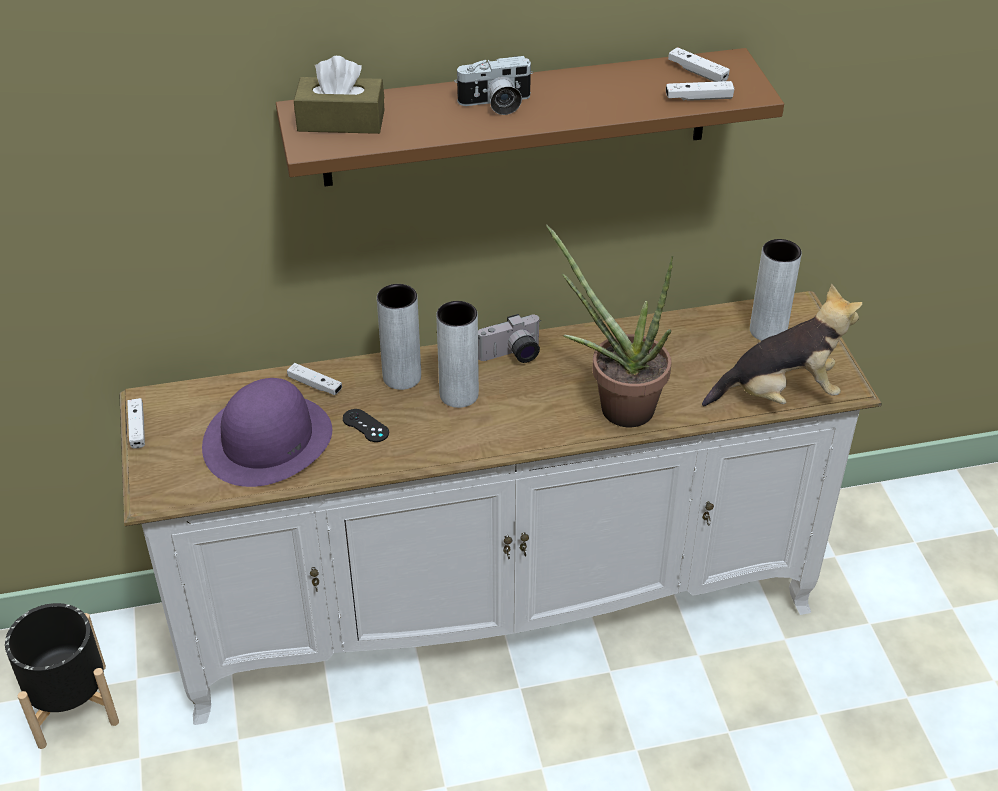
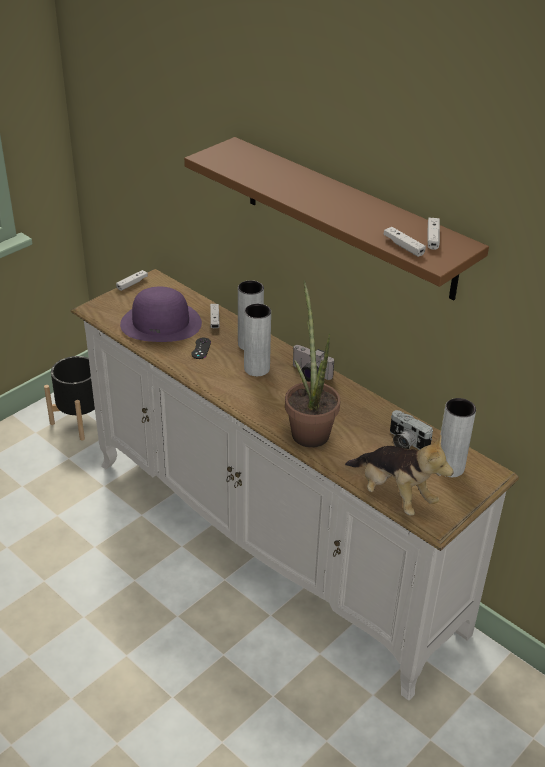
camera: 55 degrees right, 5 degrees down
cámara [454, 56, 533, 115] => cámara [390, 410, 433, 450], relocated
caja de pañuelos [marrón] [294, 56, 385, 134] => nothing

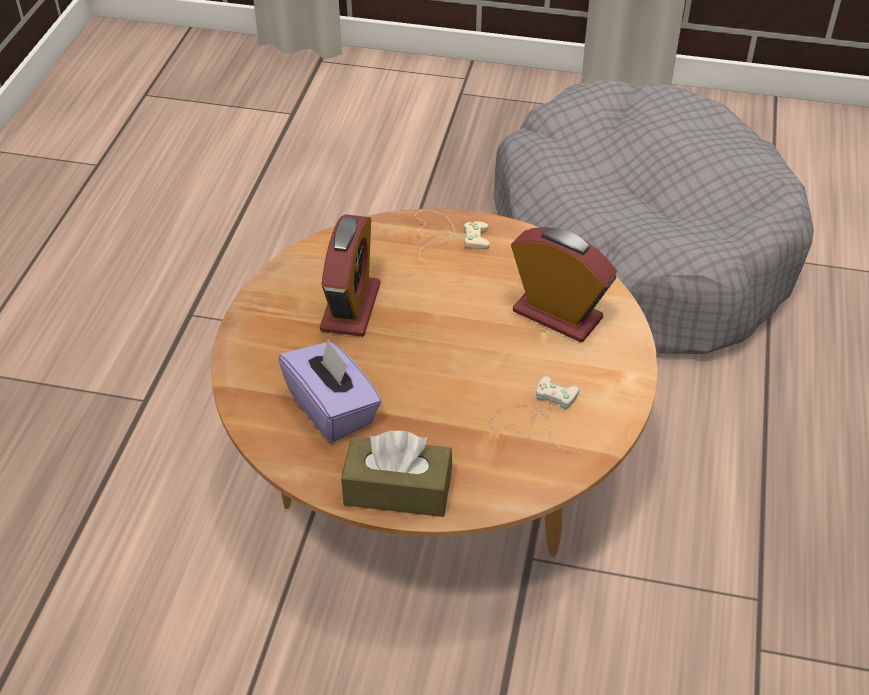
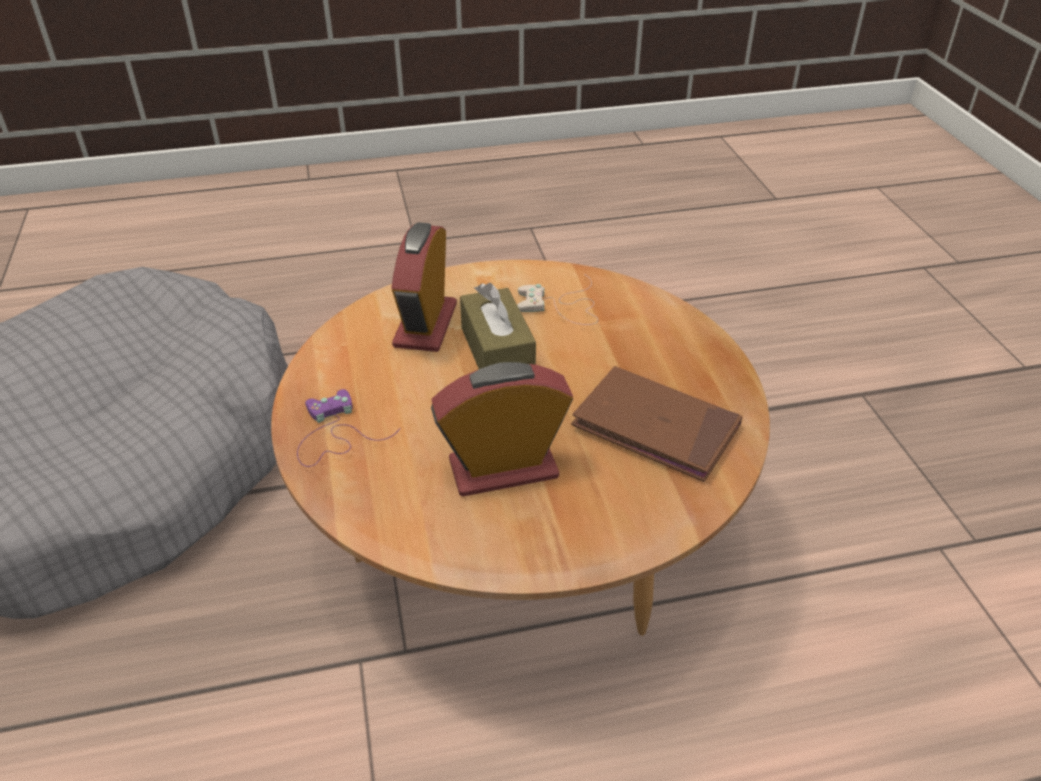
camera: 115 degrees left, 5 degrees down
mando de consola [beis] [415, 210, 490, 263] => mando de consola [morado] [297, 389, 400, 467]
caja de pañuelos [marrón] [341, 431, 452, 517] => caja de pañuelos [marrón] [460, 283, 536, 369], relocated
caja de pañuelos [morado] [278, 339, 382, 443] => libro [marrón] [571, 366, 743, 482]

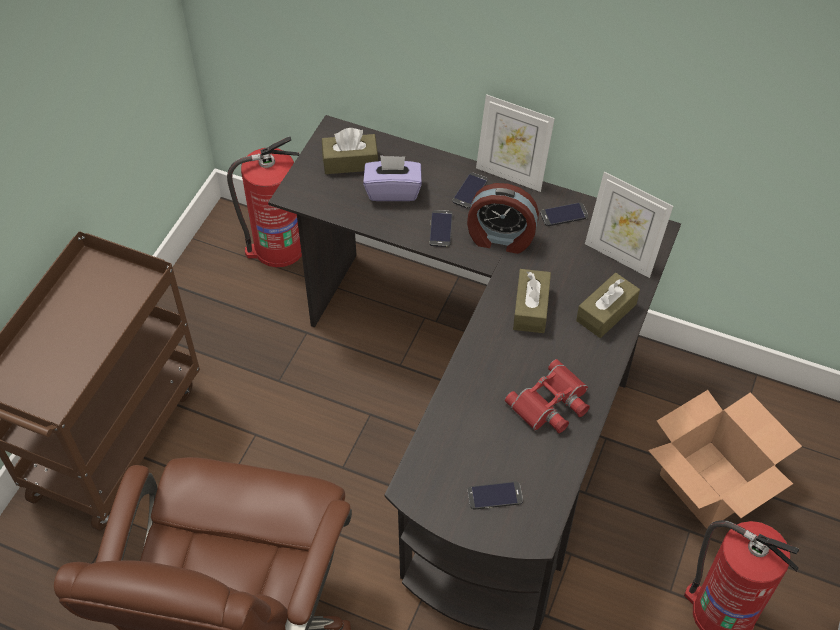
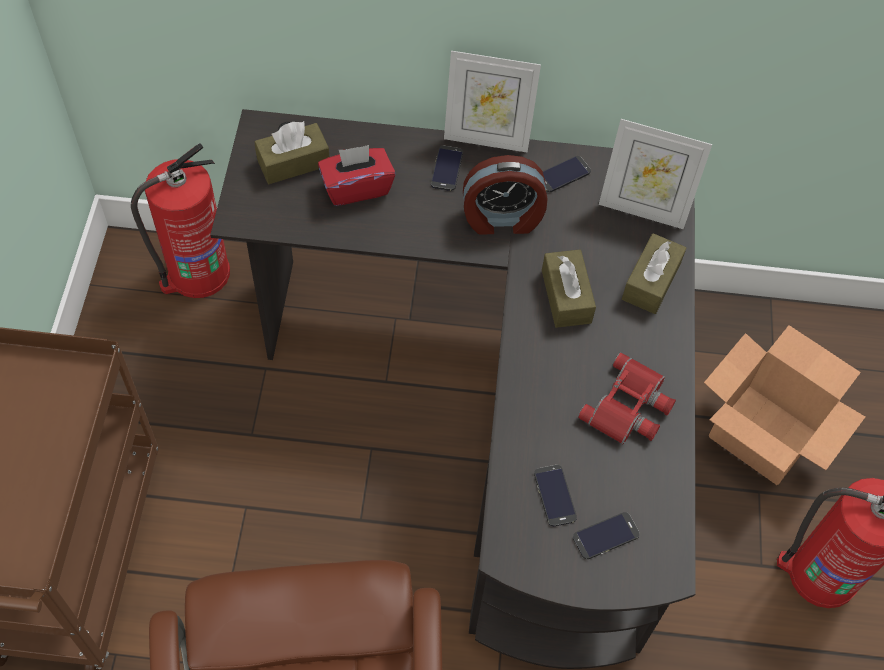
camera: 20 degrees left, 5 degrees up
caja de pañuelos [morado] [363, 155, 422, 201] => caja de pañuelos [rojo] [318, 145, 396, 206]
móvil [429, 210, 453, 247] => móvil [534, 465, 577, 526], relocated

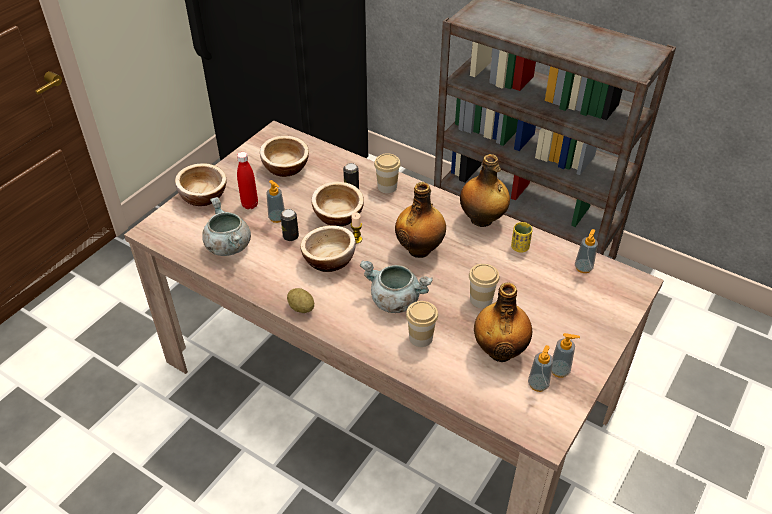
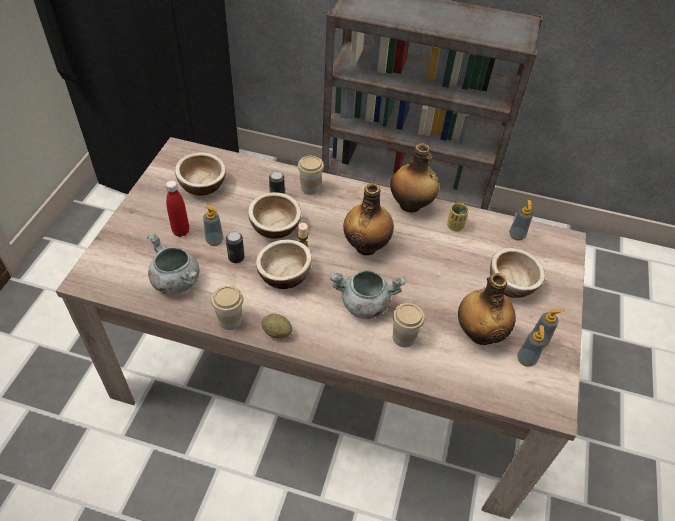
camera: 20 degrees left, 5 degrees up
taza [469, 264, 500, 308] => taza [211, 286, 243, 330], relocated
cuenco [175, 163, 226, 206] => cuenco [490, 248, 545, 298], relocated

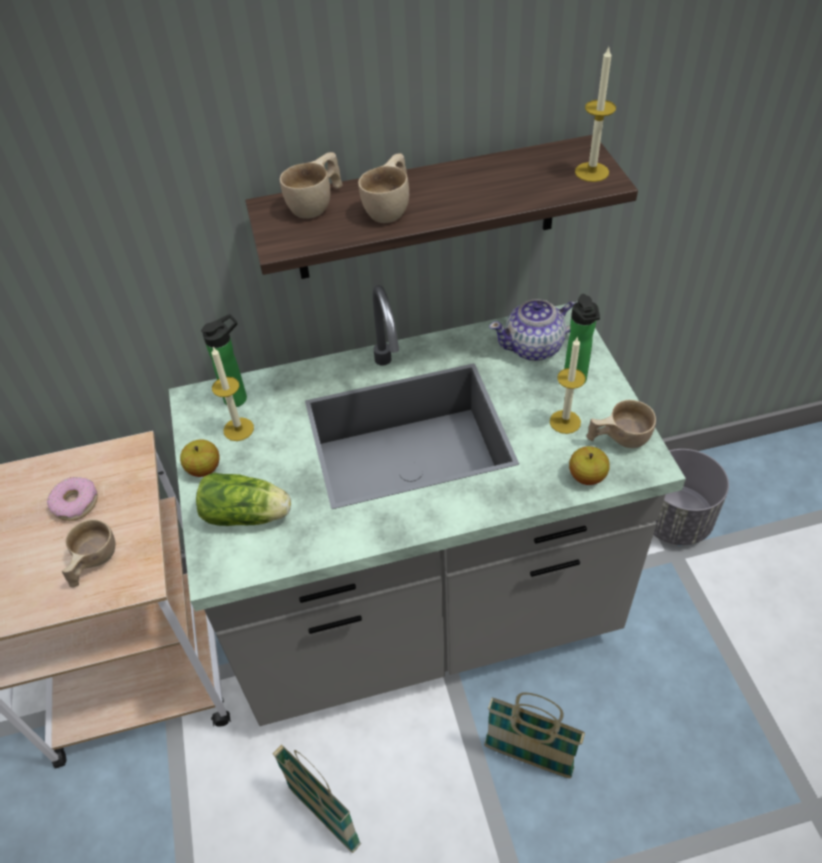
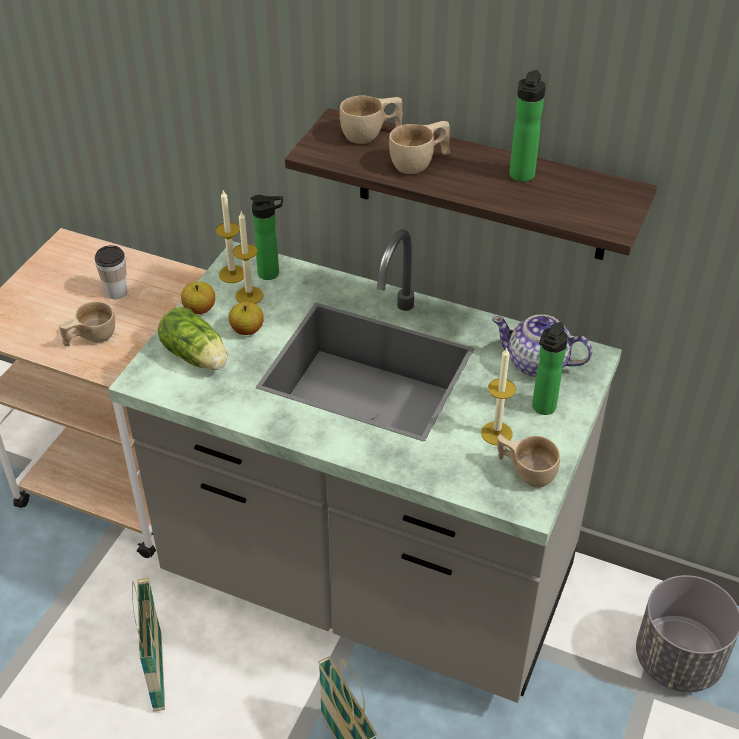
camera: 35 degrees right, 5 degrees down
rosquilla [47, 477, 98, 521] => taza [95, 245, 127, 299]
vela [575, 46, 616, 182] => vela [216, 189, 244, 283], relocated
manzana [569, 446, 610, 485] => manzana [229, 302, 264, 335], relocated
nothing => botella [509, 70, 546, 182]

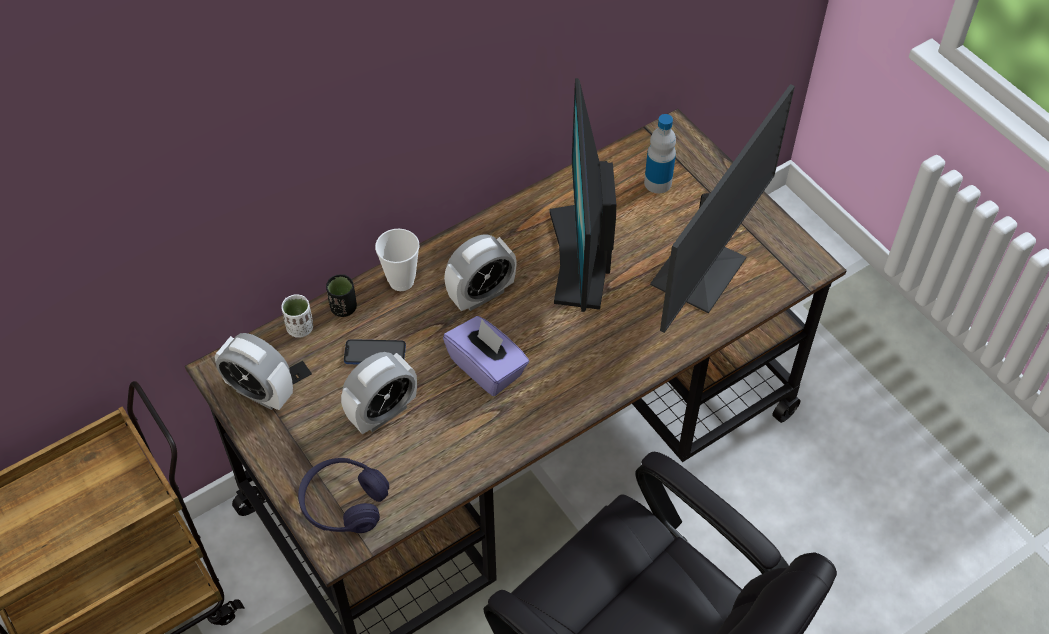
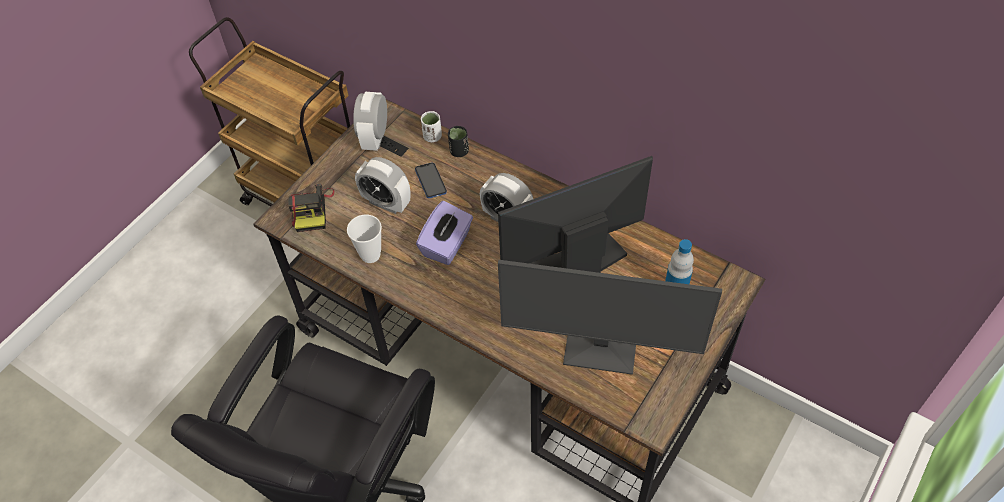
camera: 70 degrees right, 0 degrees up
auriculares [morado] [298, 458, 389, 533] => cámara [288, 184, 335, 232]
taza [375, 229, 420, 291] => taza [347, 215, 382, 263], relocated

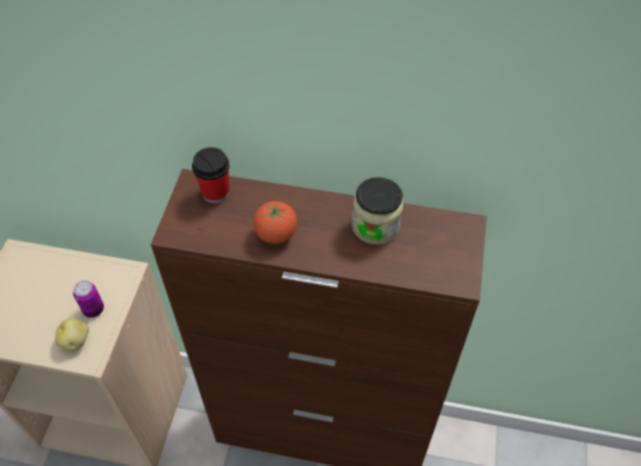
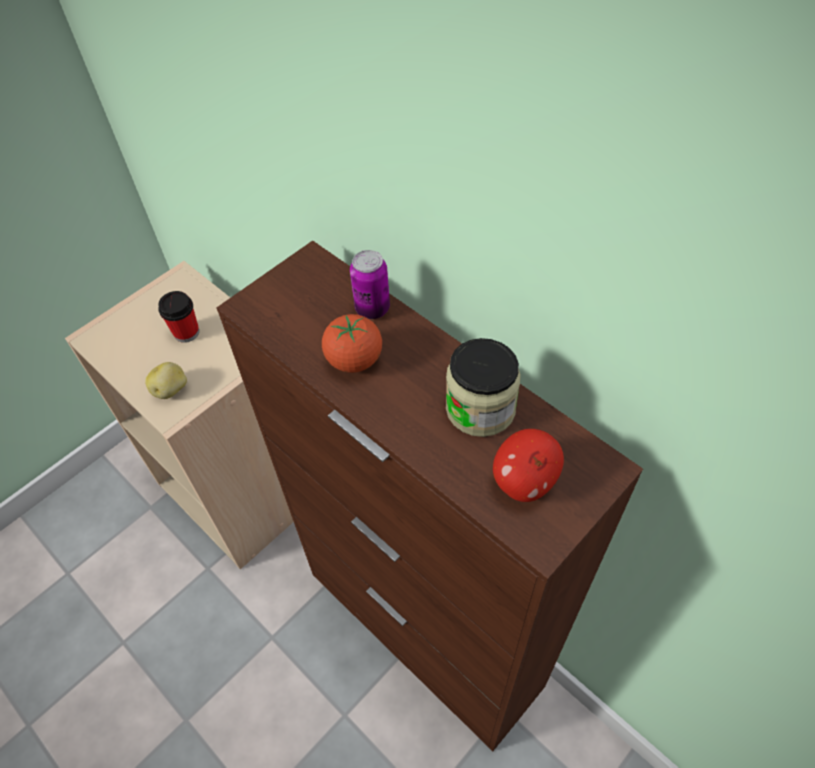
camera: 35 degrees right, 0 degrees up
taza [192, 147, 229, 203] => taza [158, 291, 199, 343], relocated
lata [73, 280, 104, 318] => lata [350, 250, 390, 319], relocated
nothing => manzana [493, 429, 564, 502]

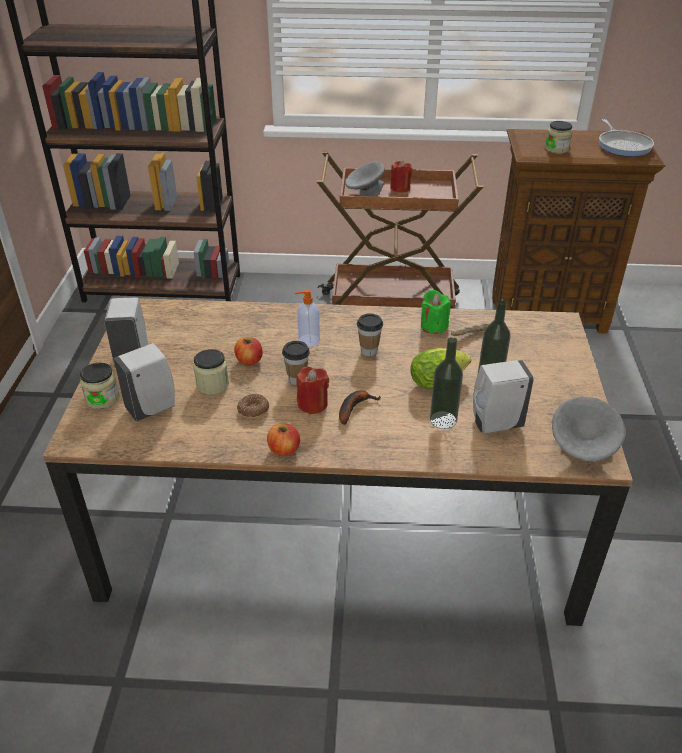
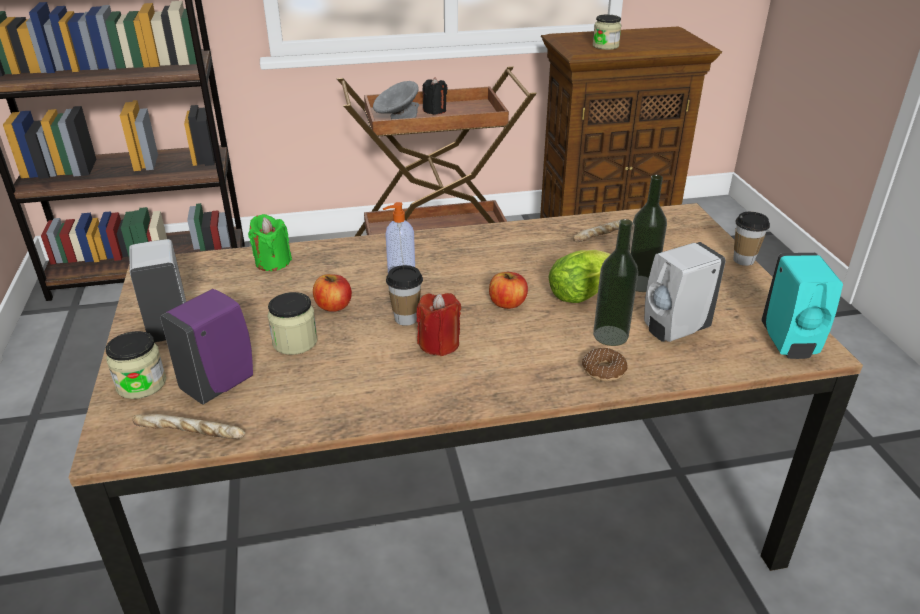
camera: 15 degrees left, 5 degrees down
nothing => pan [132, 414, 246, 439]
dispensador de jabón [blanco] [114, 343, 175, 422] => dispensador de jabón [morado] [160, 289, 253, 405]
vela [verde] [421, 290, 451, 334] => vela [verde] [248, 214, 292, 271], relocated
vela [rojo] [390, 161, 412, 192] => vela [negro] [422, 77, 448, 115]
manzana [267, 424, 300, 456] => manzana [489, 272, 528, 309], relocated
rosquilla [237, 394, 269, 419] => rosquilla [582, 348, 628, 382], relocated
taza [357, 313, 383, 356] => taza [733, 212, 770, 266], relocated
cuenco [gris] [552, 397, 626, 462] => dispensador de jabón [turquesa] [761, 253, 843, 359]
plátano [339, 390, 381, 425] => nothing
sartén [599, 119, 654, 157] => nothing

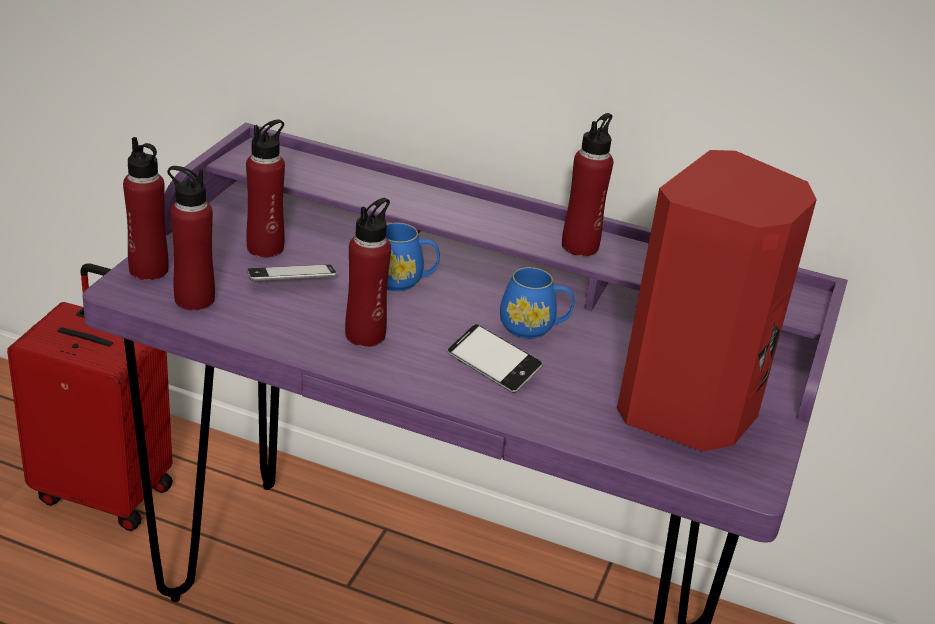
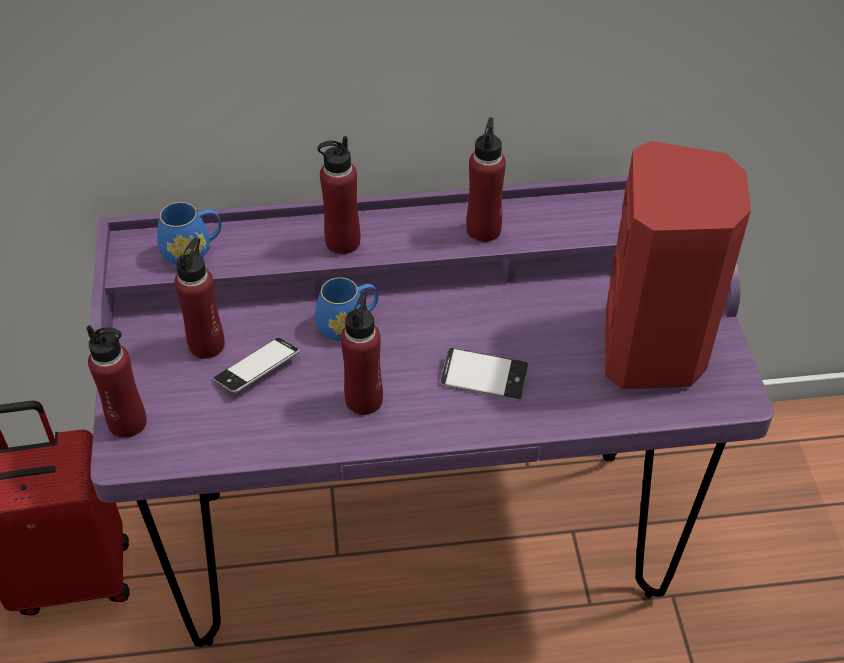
camera: 25 degrees left, 15 degrees up
taza grande [azul] [500, 267, 574, 339] => taza grande [azul] [157, 202, 222, 265], relocated
botella [rojo] [167, 166, 215, 310] => botella [rojo] [317, 136, 360, 254], relocated

